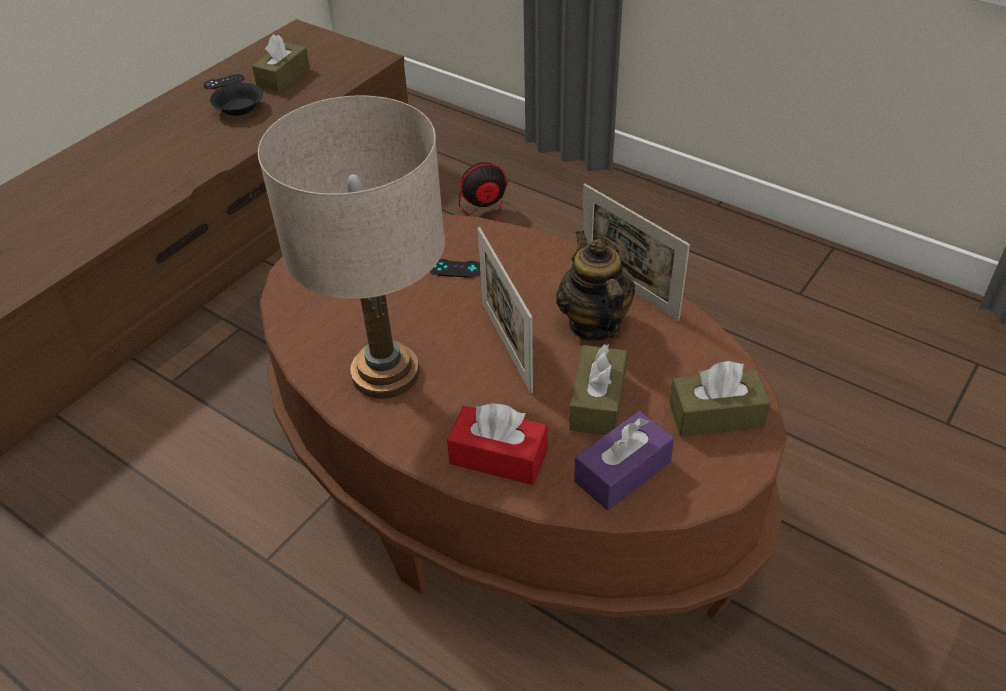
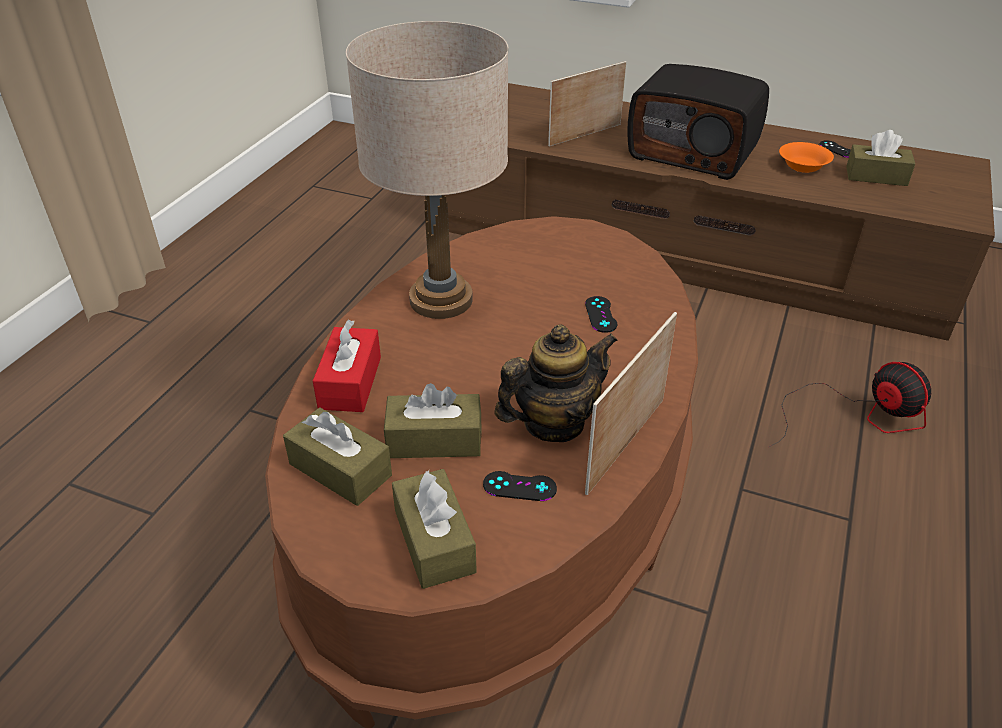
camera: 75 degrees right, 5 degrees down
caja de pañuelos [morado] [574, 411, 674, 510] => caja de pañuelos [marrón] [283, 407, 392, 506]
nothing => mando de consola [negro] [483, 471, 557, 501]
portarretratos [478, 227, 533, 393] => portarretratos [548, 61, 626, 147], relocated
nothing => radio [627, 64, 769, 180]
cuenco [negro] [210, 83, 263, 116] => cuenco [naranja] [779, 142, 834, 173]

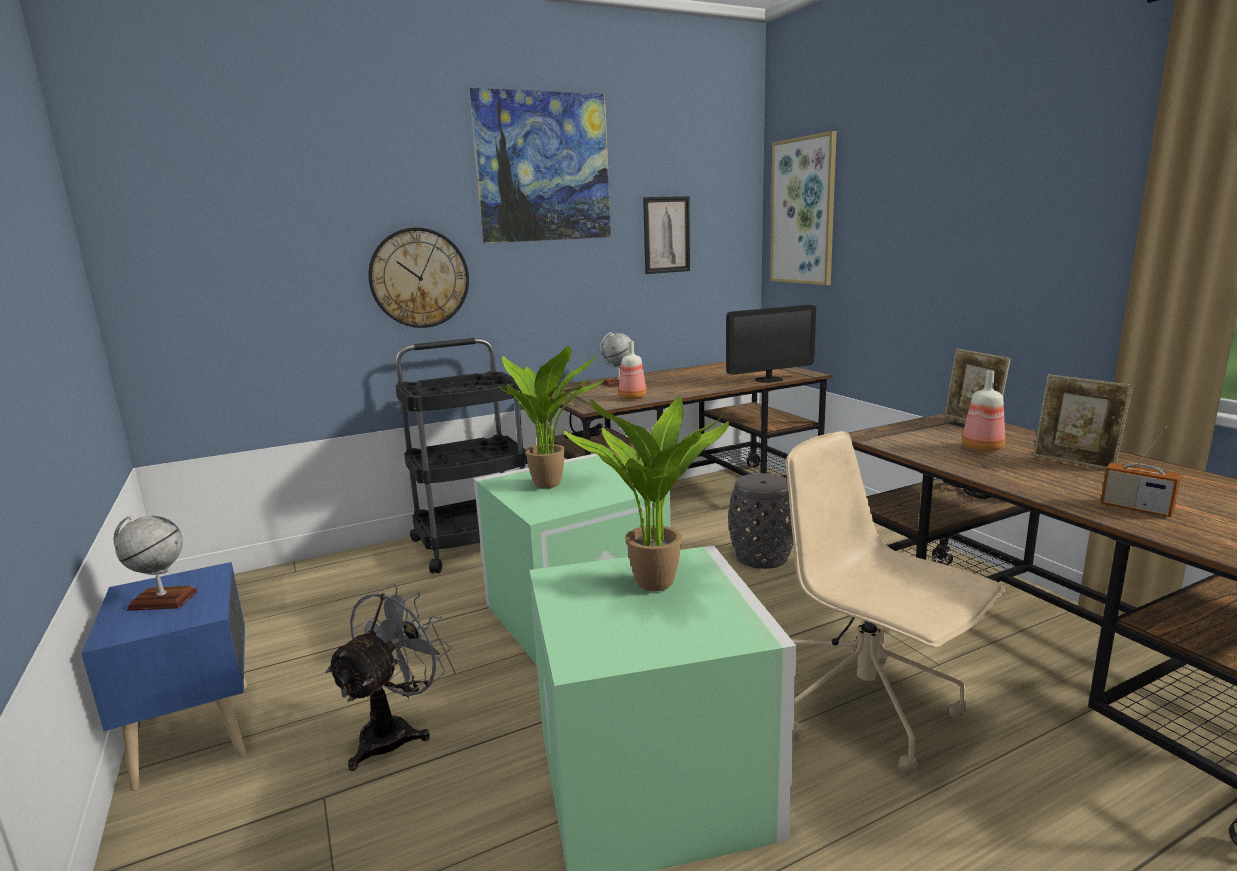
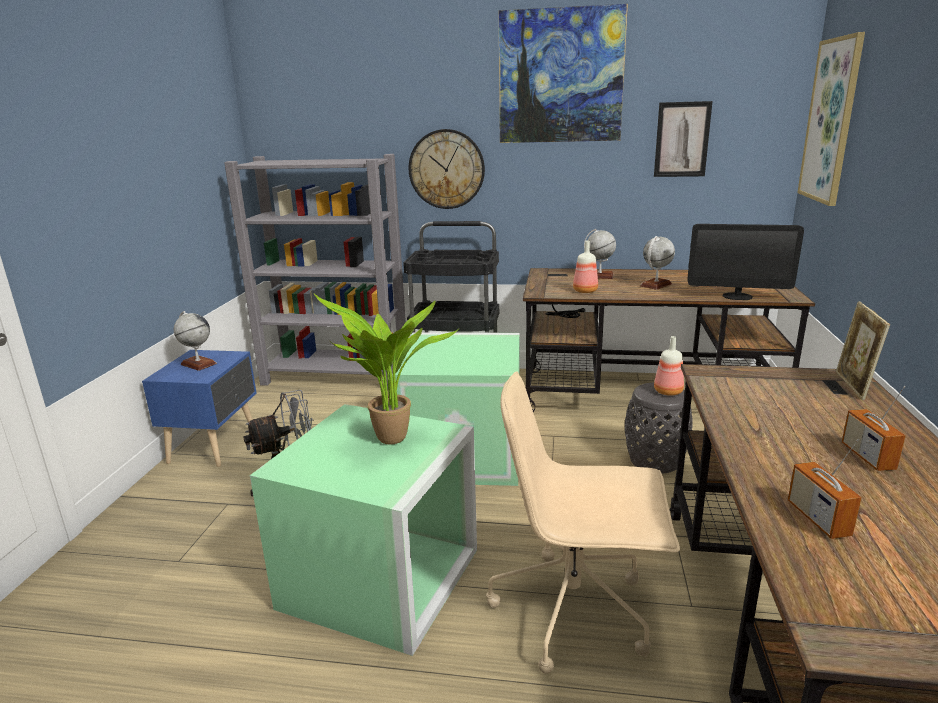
camera: 35 degrees right, 5 degrees up
nothing => estantería [gris] [224, 154, 406, 391]
silla de oficina [beis] [786, 431, 1005, 774] => silla de oficina [beis] [486, 371, 680, 674], 75 degrees counterclockwise
nothing => globo terráqueo [640, 236, 675, 290]
botella [962, 371, 1005, 452] => botella [654, 336, 684, 396], relocated
portarretratos [1033, 374, 1133, 469] => radio [842, 386, 906, 471]
planta en maceta [498, 345, 606, 488] => nothing

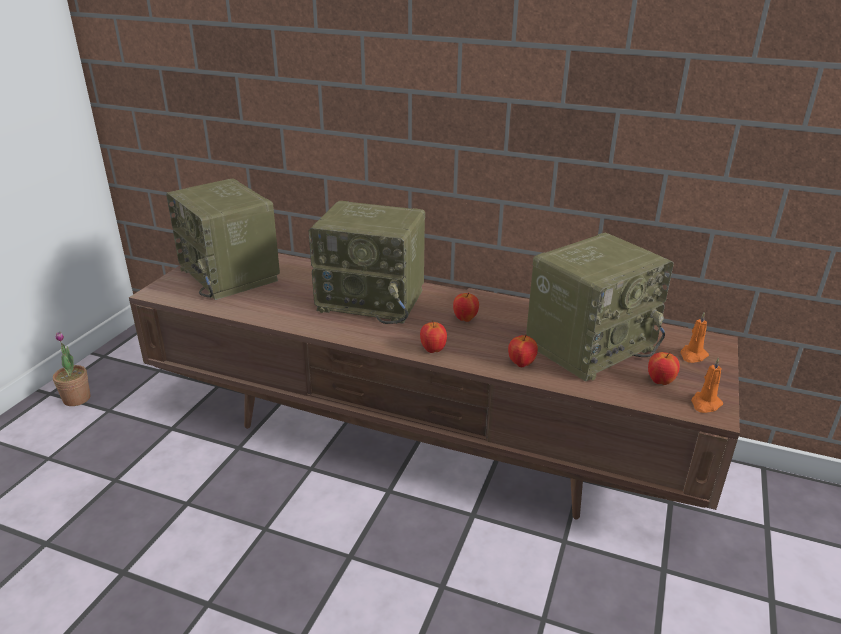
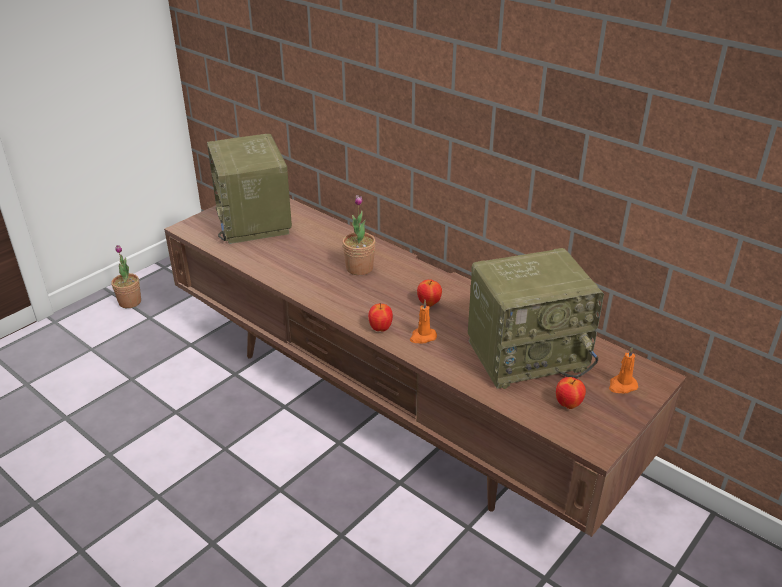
camera: 20 degrees right, 5 degrees up
radio [309, 201, 425, 324] => planta en maceta [342, 195, 376, 275]
vela [naranja] [691, 357, 723, 413] => vela [naranja] [410, 300, 437, 343], relocated
manzana [508, 334, 538, 367] => nothing

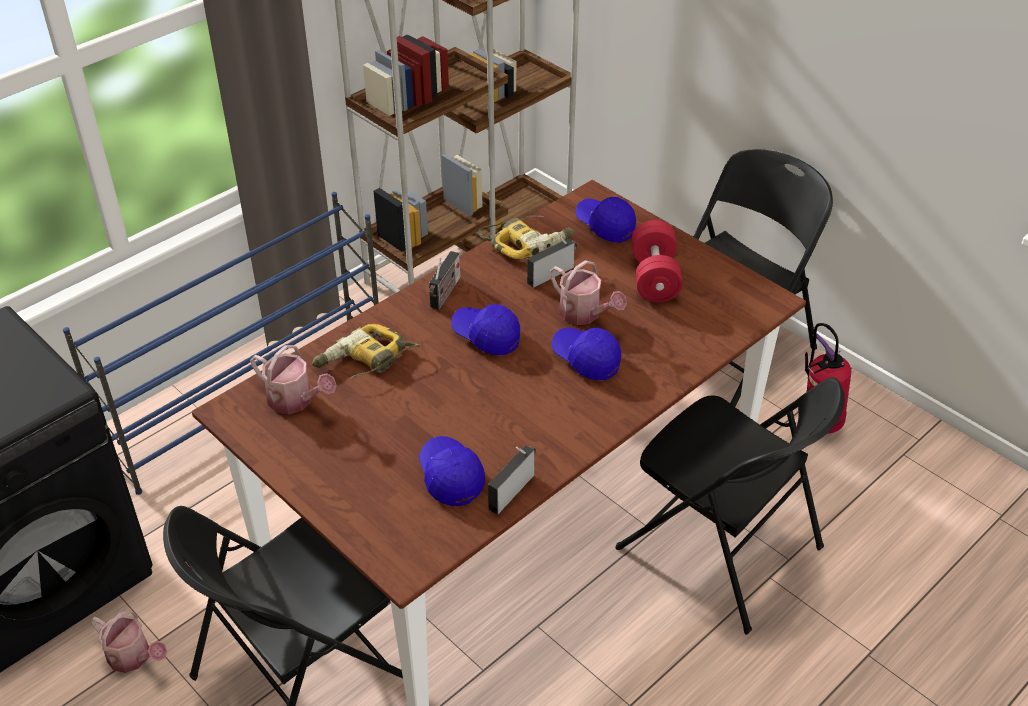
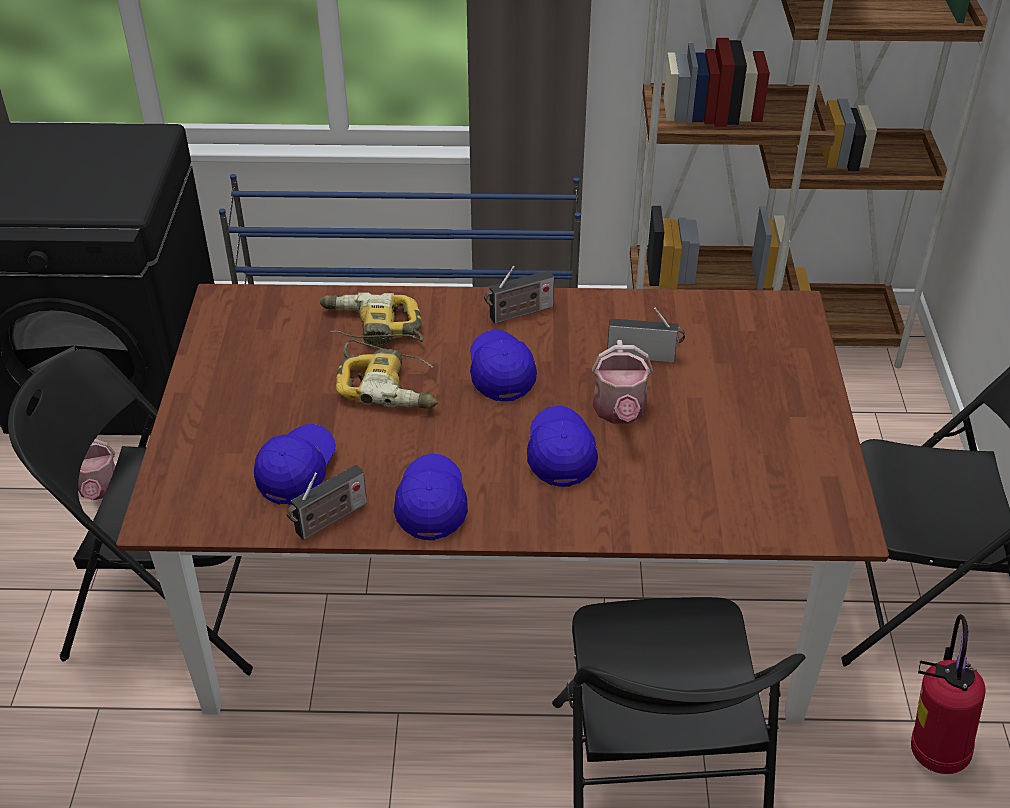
camera: 45 degrees right, 0 degrees up
radio [488, 445, 536, 515] => radio [286, 464, 367, 540], 150 degrees clockwise
taladro [478, 215, 575, 259] => taladro [336, 340, 438, 409], relocated
gorra [azul] [575, 197, 636, 243] => gorra [azul] [394, 454, 468, 540], relocated
regadera [250, 345, 337, 414] => nothing
mancuerna [rojo] [632, 220, 683, 303] => nothing

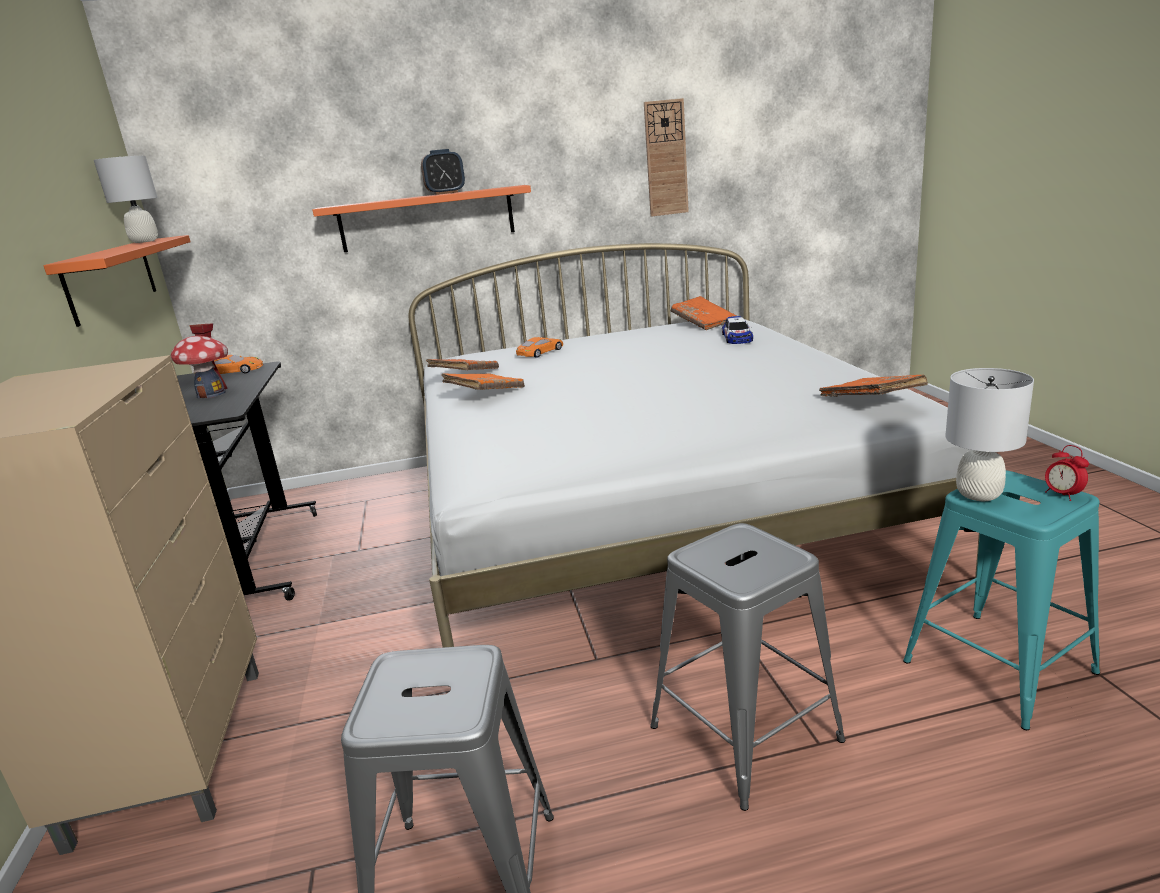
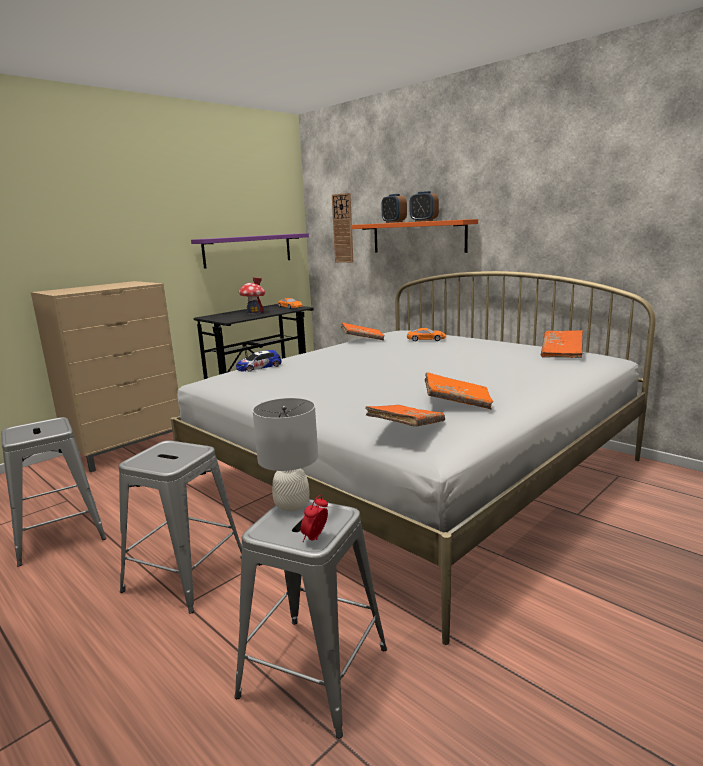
camera: 55 degrees right, 5 degrees down
estante [naranja] [43, 235, 190, 327] => estante [morado] [191, 233, 309, 269]
taburete [turquesa] [903, 470, 1100, 730] => taburete [gris] [234, 499, 387, 739]
coche de juguete [722, 316, 753, 344] => coche de juguete [236, 350, 282, 372], relocated
reloj de pared [644, 98, 689, 217] => reloj de pared [332, 193, 353, 263], relocated
nothing => despertador [381, 194, 407, 223]
libro [naranja] [441, 373, 525, 390] => libro [naranja] [425, 372, 493, 410], relocated
lámpara de mesa [gris] [94, 156, 158, 243] => nothing

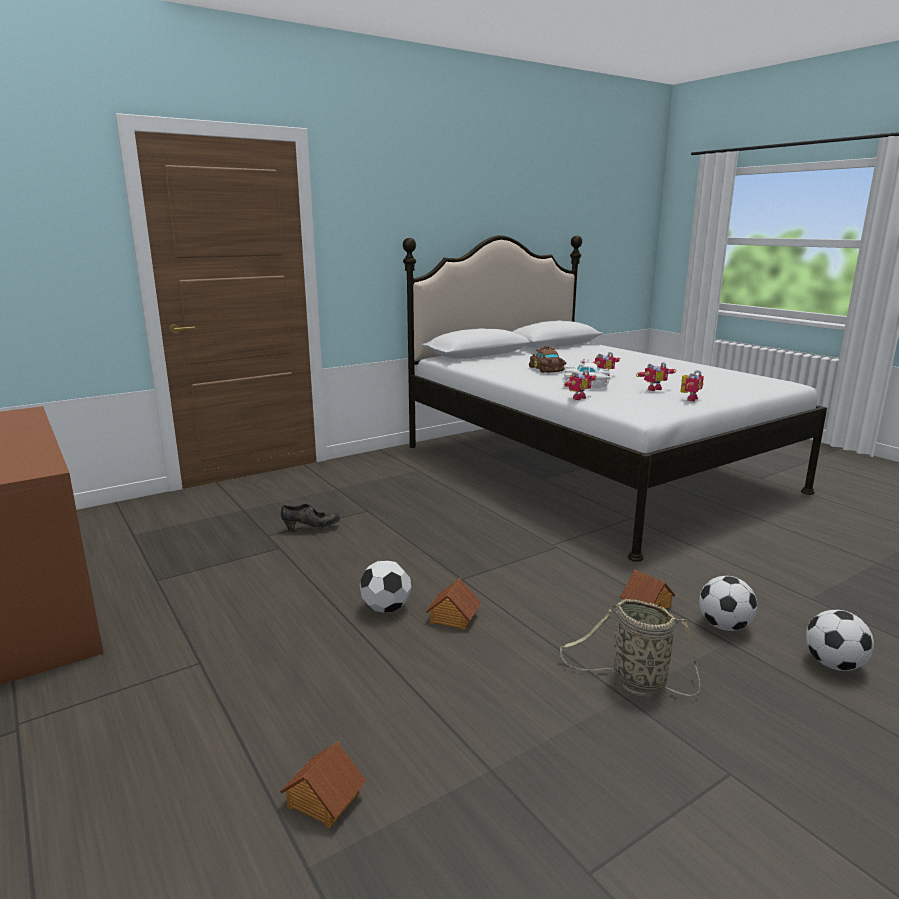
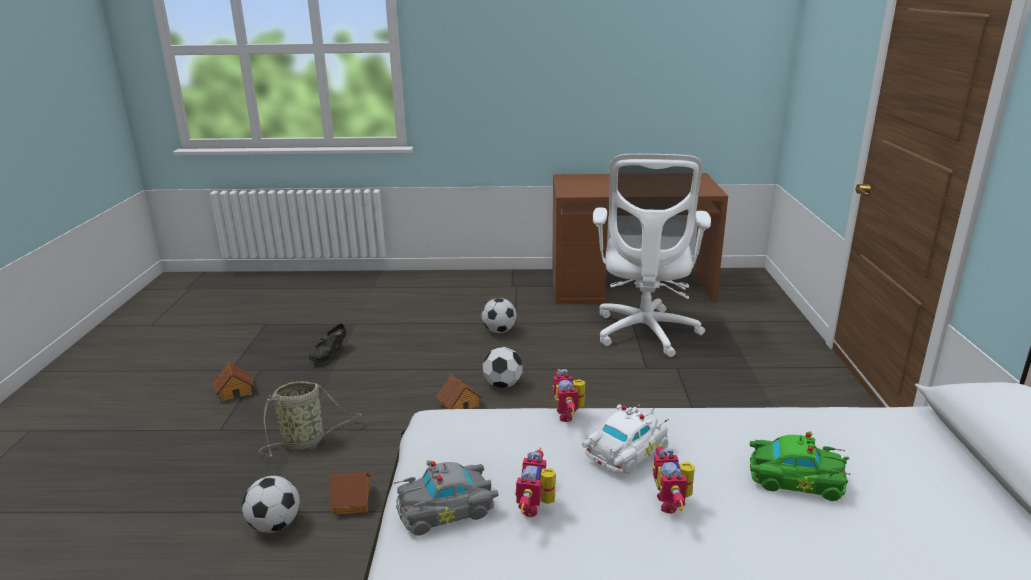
camera: 125 degrees right, 5 degrees up
casita [280, 741, 367, 828] => casita [213, 362, 254, 402], relocated
zapato [negro] [281, 504, 340, 532] => zapato [negro] [309, 323, 346, 362], relocated
robot de juguete [681, 370, 704, 401] => coche de juguete [gris] [394, 460, 498, 536]
balón de fútbol [806, 610, 874, 671] => balón de fútbol [482, 298, 517, 333], relocated
nothing => silla de oficina [blanco] [593, 154, 711, 357]
coche de juguete [marrón] [529, 346, 567, 373] => coche de juguete [verde] [750, 431, 850, 501]

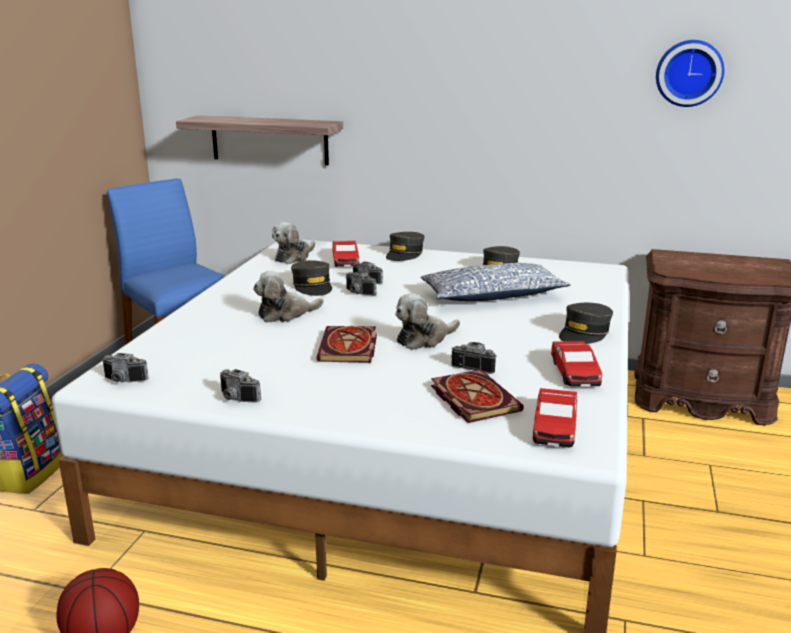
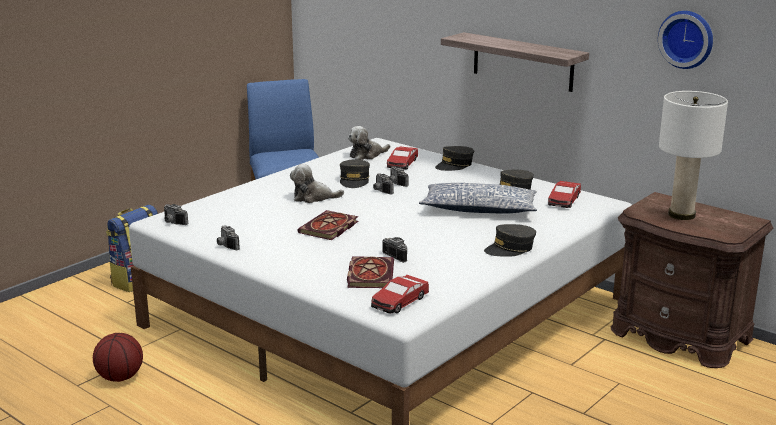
camera: 25 degrees right, 0 degrees up
estante [176, 115, 343, 165] => estante [441, 32, 589, 92], relocated
coche de juguete [551, 341, 602, 387] => coche de juguete [548, 181, 581, 208], relocated
nothing => lámpara de mesa [blanco] [659, 91, 728, 220]
peluche [395, 294, 460, 350] => nothing

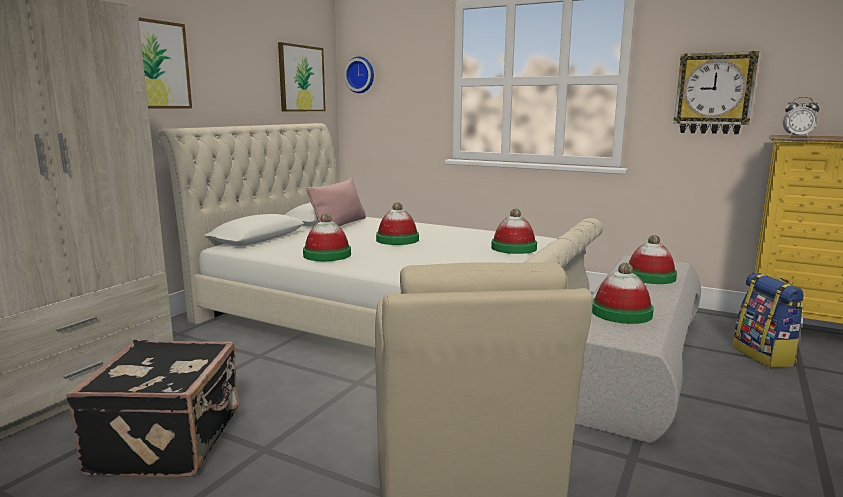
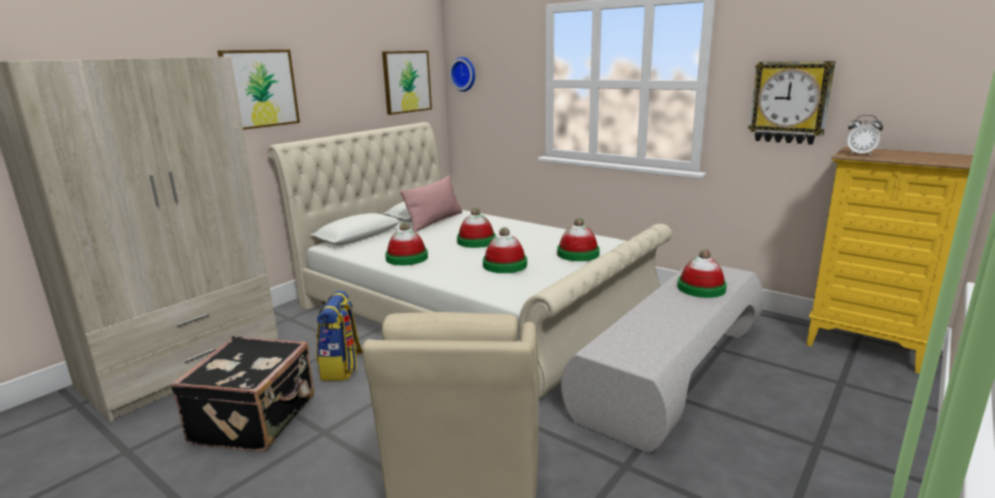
camera: 10 degrees right, 5 degrees up
mochila [732, 272, 805, 368] => mochila [316, 291, 363, 381], relocated
sombrero [592, 263, 654, 324] => sombrero [483, 227, 527, 273], relocated

